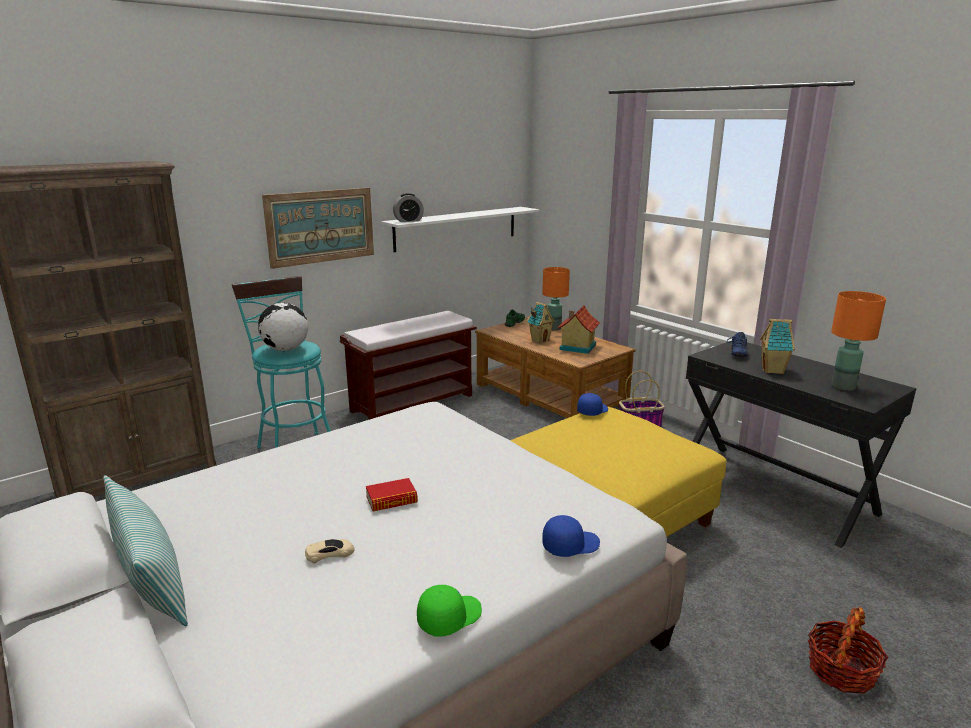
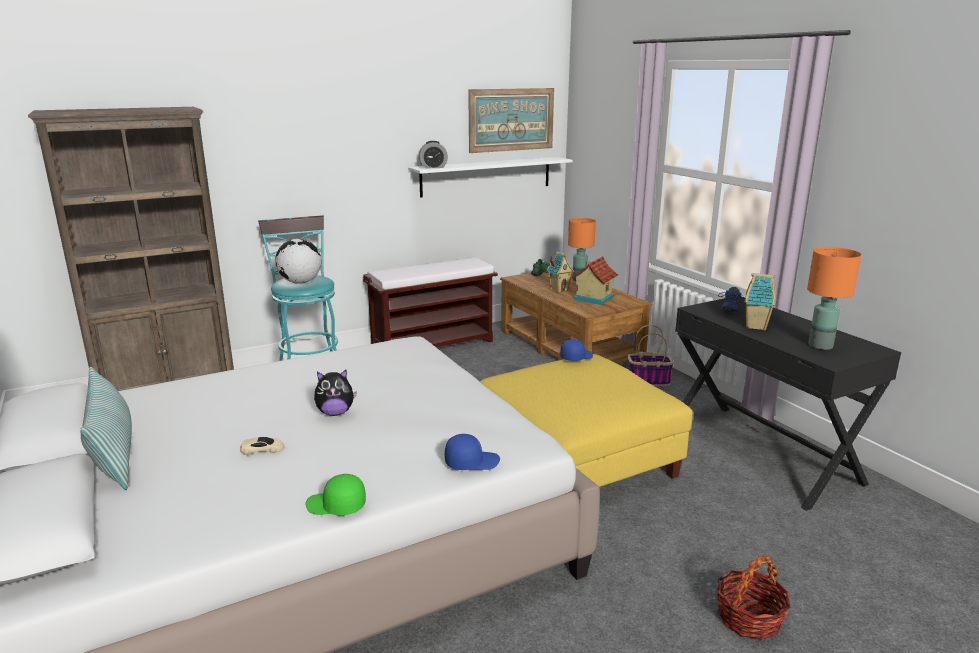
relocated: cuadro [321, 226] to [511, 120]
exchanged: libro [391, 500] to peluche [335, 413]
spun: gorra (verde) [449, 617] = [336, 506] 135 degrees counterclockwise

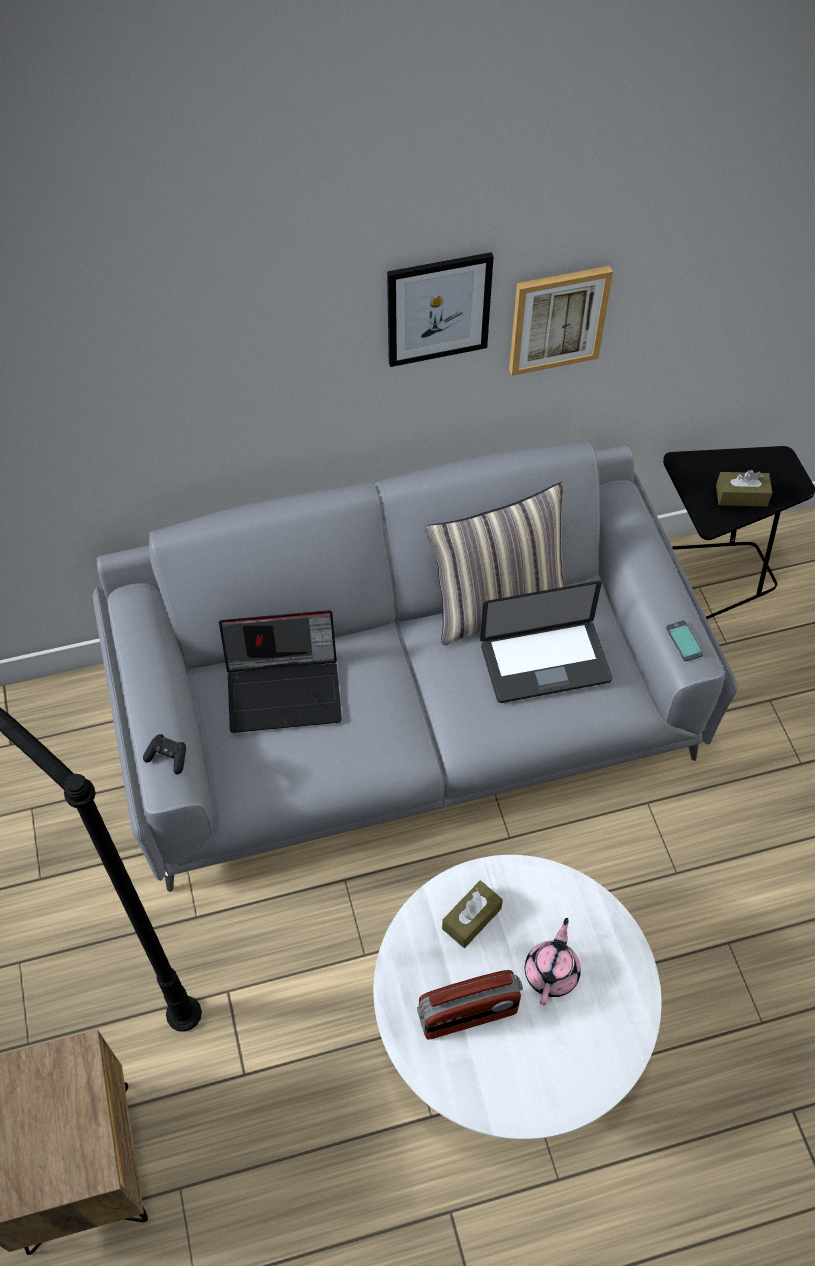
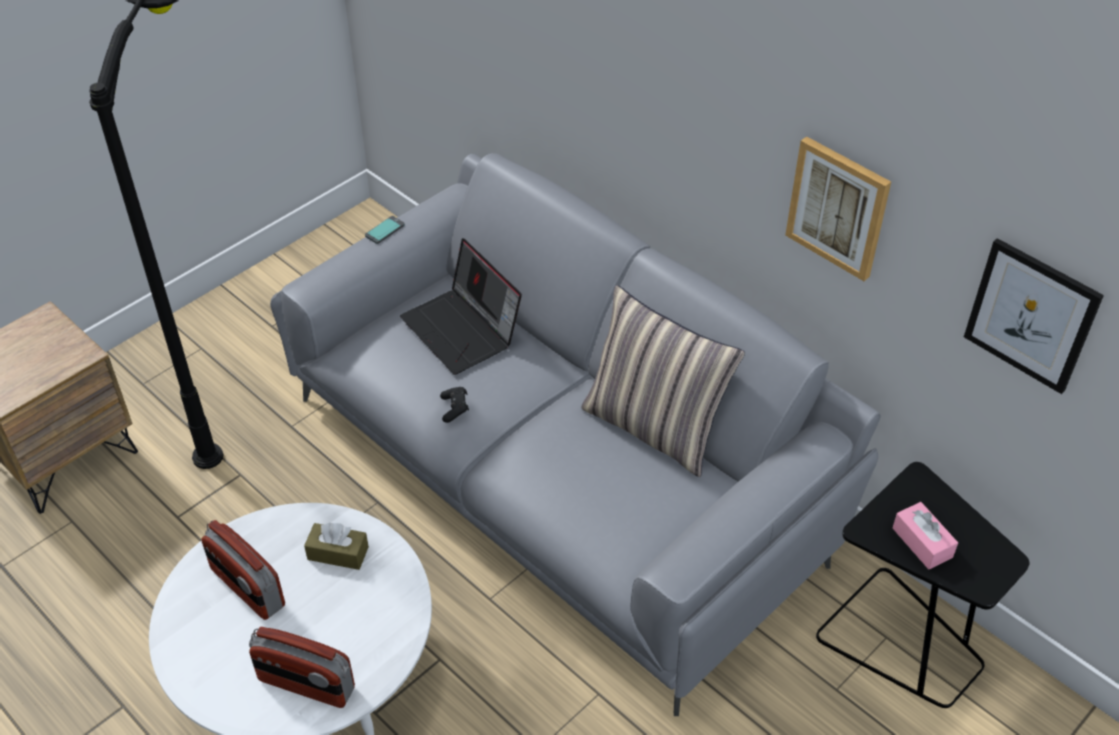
missing: portátil [545, 663]; tetera (rosa) [552, 971]
appeared: radio [306, 685]
relocated: mando de consola (negro) [168, 757] to [455, 408]; cuadro [438, 309] to [1031, 315]; móvil [683, 641] to [384, 230]
colour: caja de pañuelos (marrón) [741, 496] to caja de pañuelos (rosa) [922, 542]

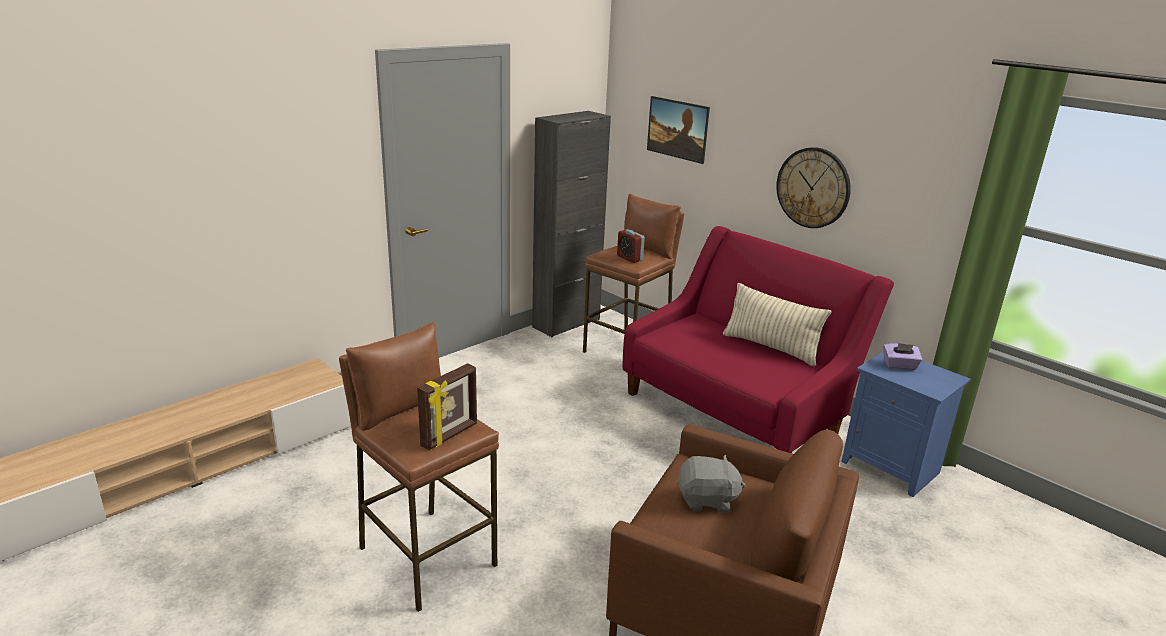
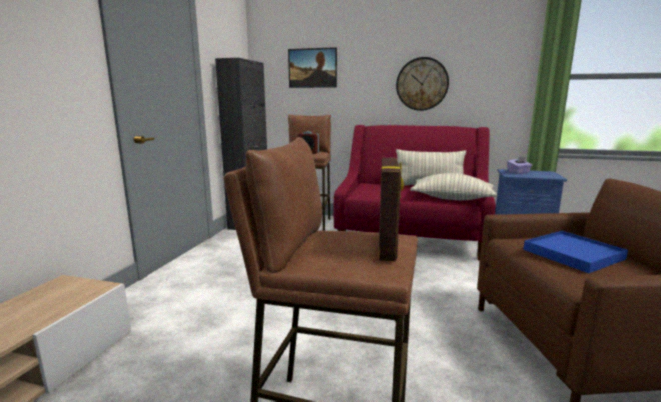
appeared: cojín [452, 199]
exchanged: peluche (gris) [707, 500] to bandeja (azul) [572, 254]

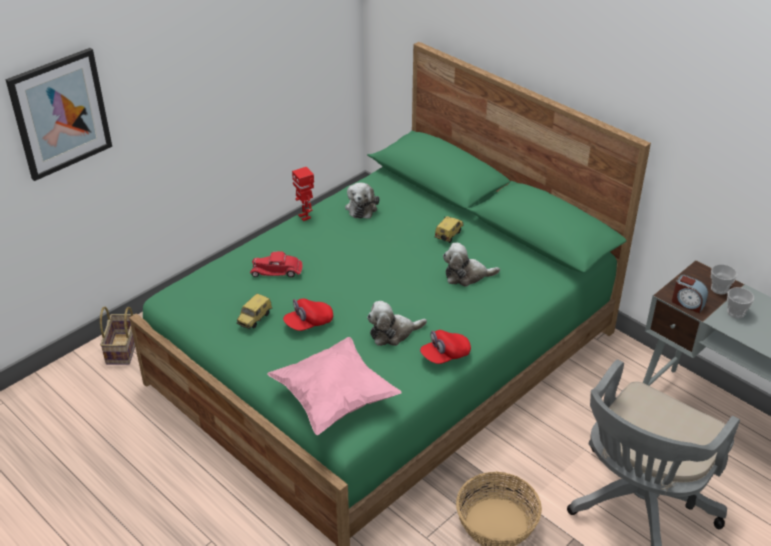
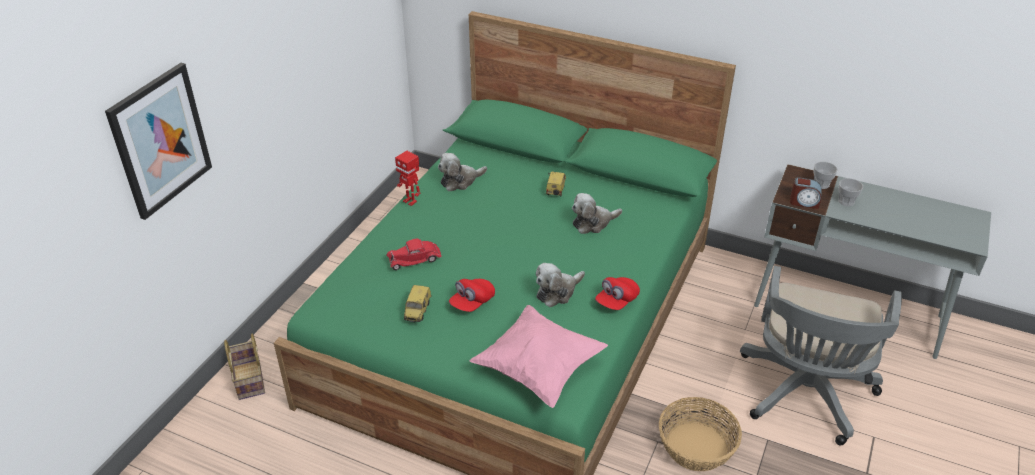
spun: peluche [361, 207] = [460, 181] 75 degrees clockwise

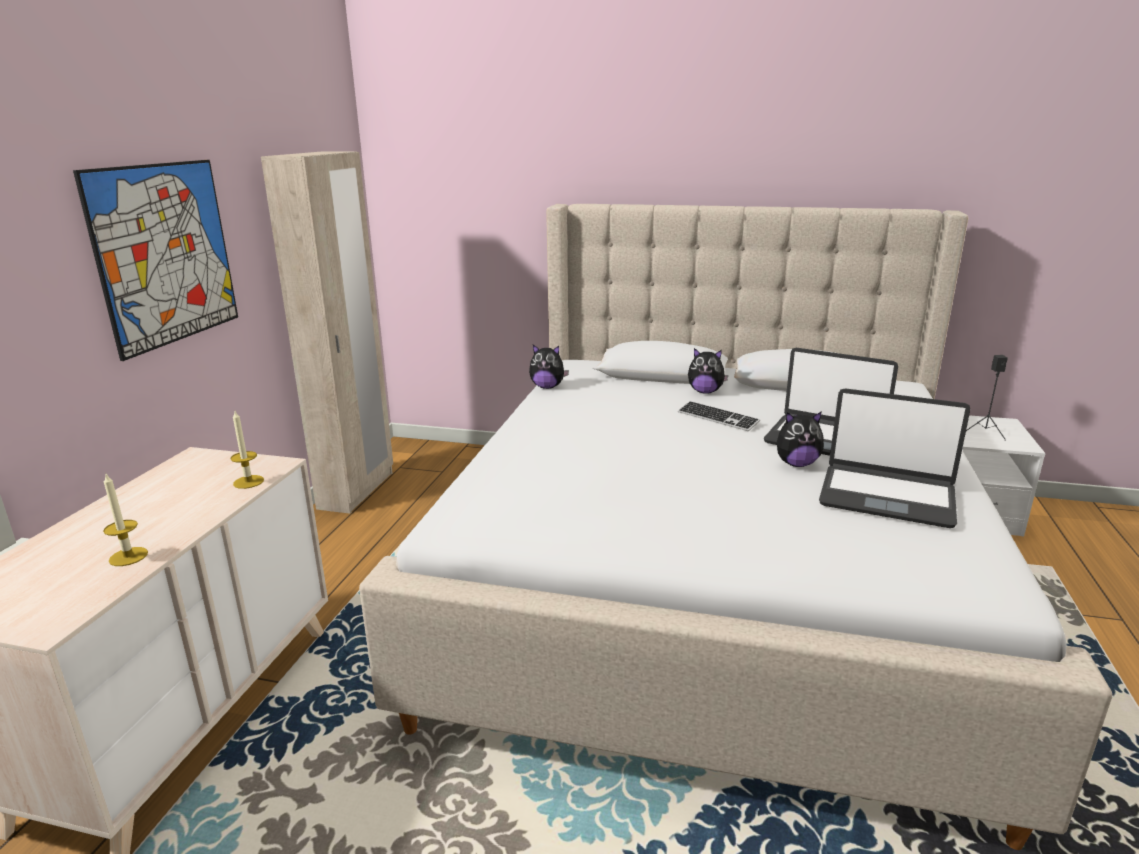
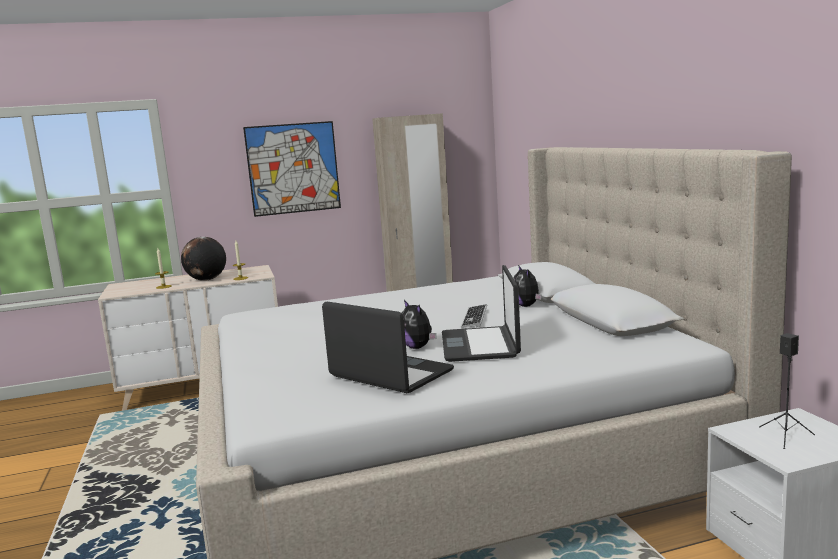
missing: peluche [547, 387]
appeared: globo terráqueo [206, 280]
spun: portátil [887, 496] = [390, 375] 135 degrees clockwise

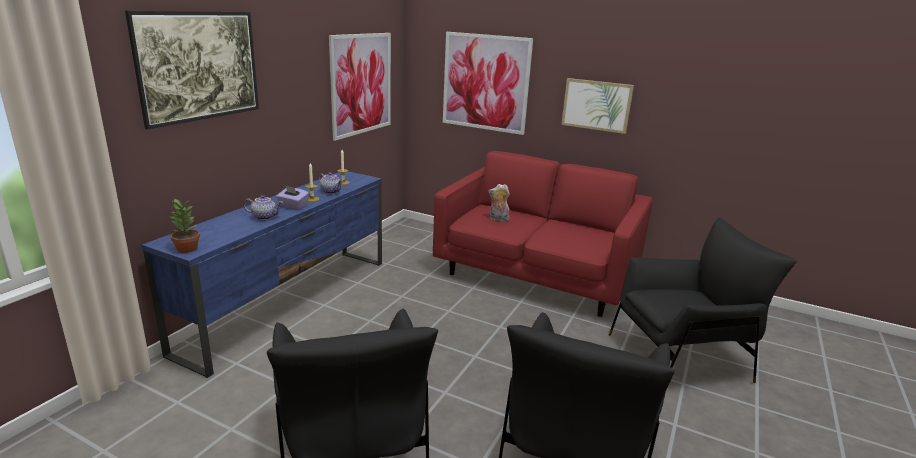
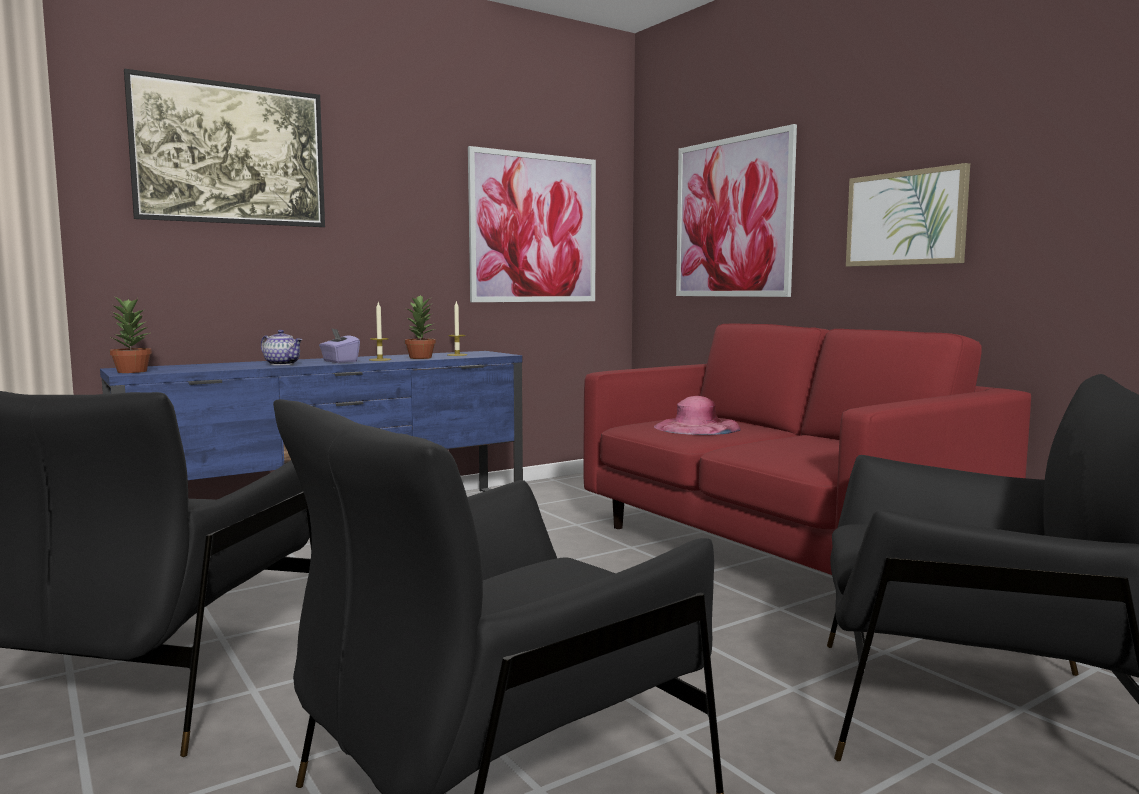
exchanged: tetera [331, 191] to planta en maceta [421, 358]; peluche [498, 219] to sombrero (rosa) [697, 427]

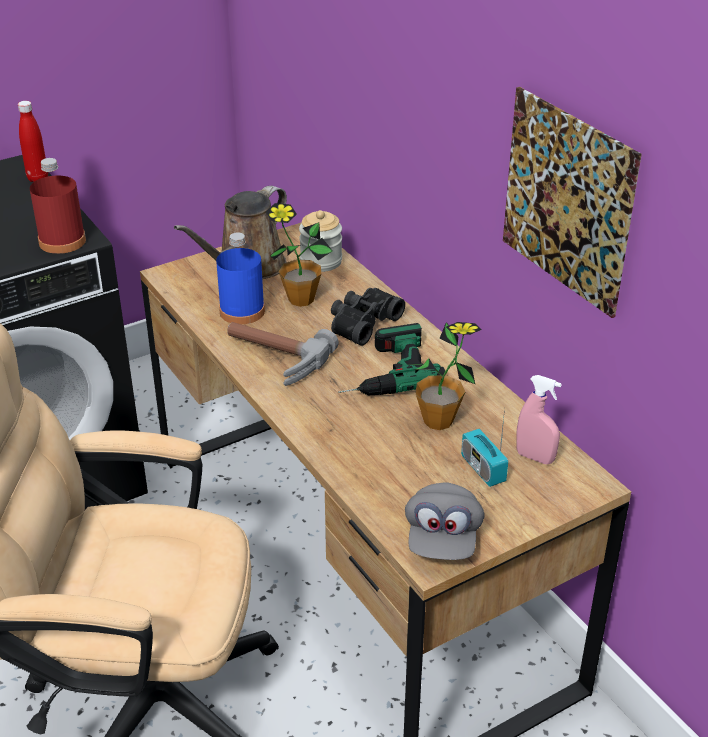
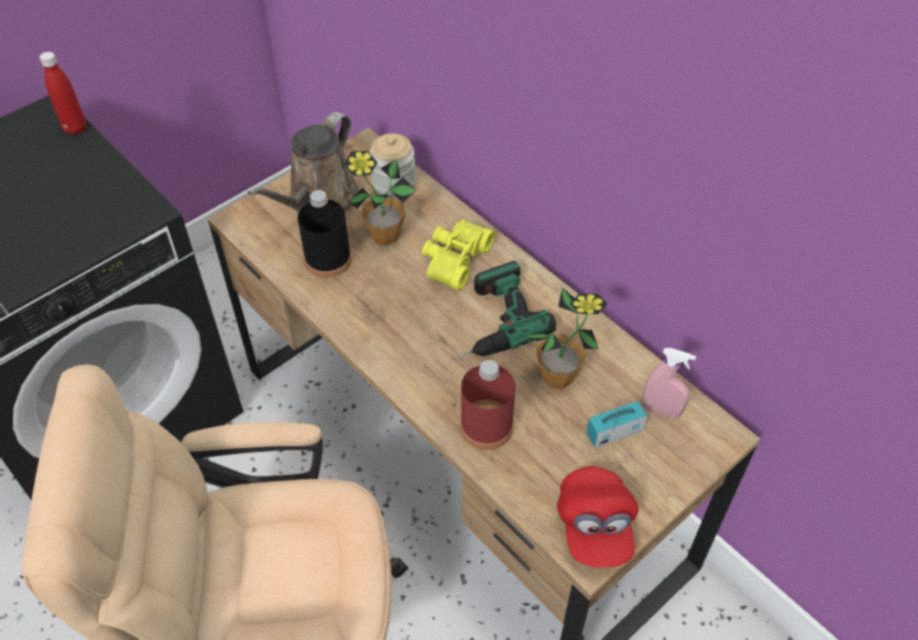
missing: martillo [272, 359]; cuadro [567, 201]
relocated: botella (rojo) [62, 241] to [486, 426]
colour: botella (azul) [242, 311] to botella (negro) [328, 260]; prismáticos (negro) [362, 323] to prismáticos (amarillo) [454, 259]; gorra (gris) [442, 538] to gorra (rojo) [594, 526]
spun: radio [483, 469] = [614, 432] 105 degrees clockwise

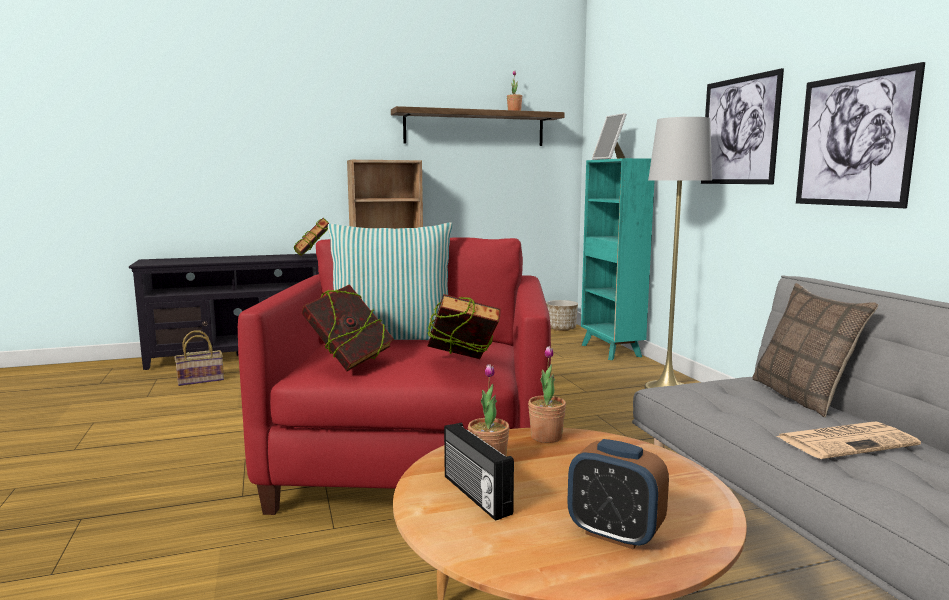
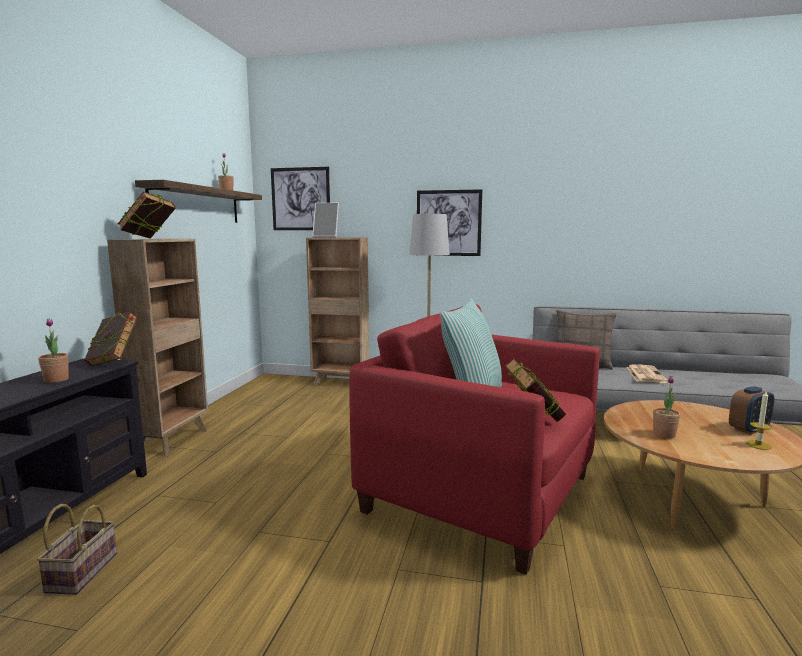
missing: radio [474, 495]; maceta [561, 329]
appeared: vela [758, 445]
relocated: libro [462, 365] to [149, 238]; planta en maceta [546, 437] to [56, 380]; cuadro [854, 140] to [300, 199]
colour: estantería (turquesa) [611, 351] to estantería (marrón) [341, 383]

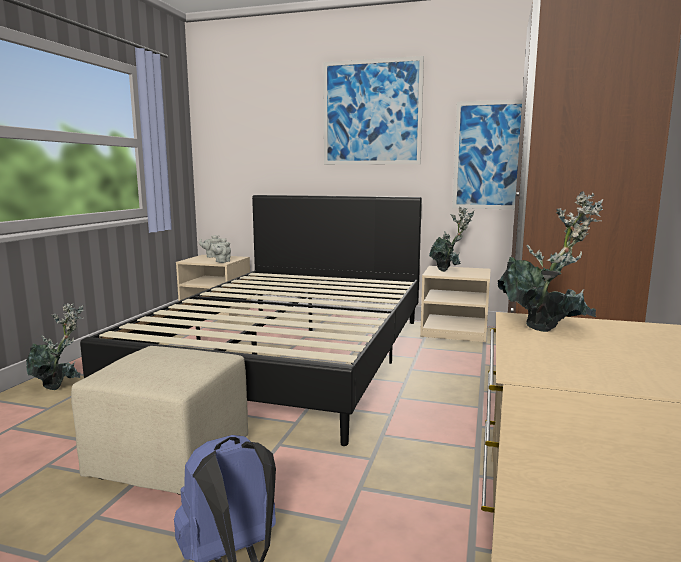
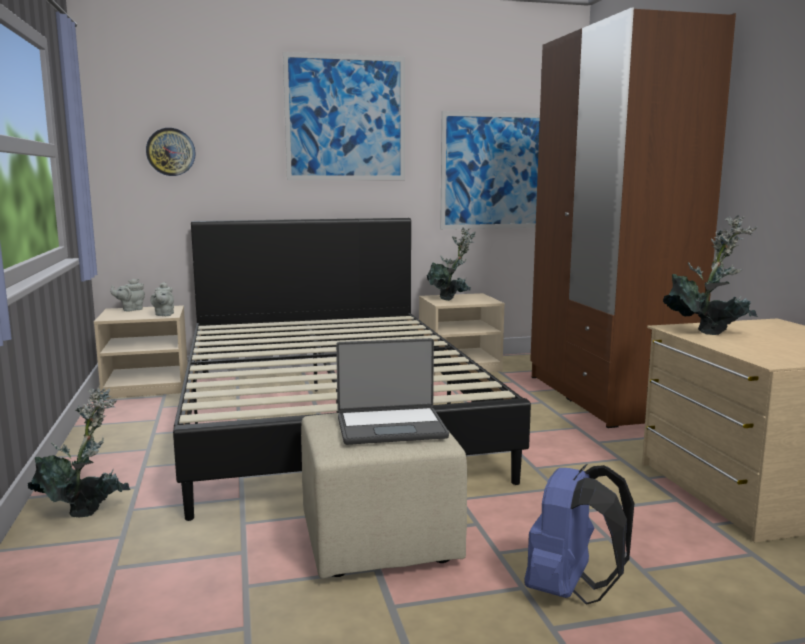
appeared: reloj de pared [171, 152]; portátil [391, 427]

